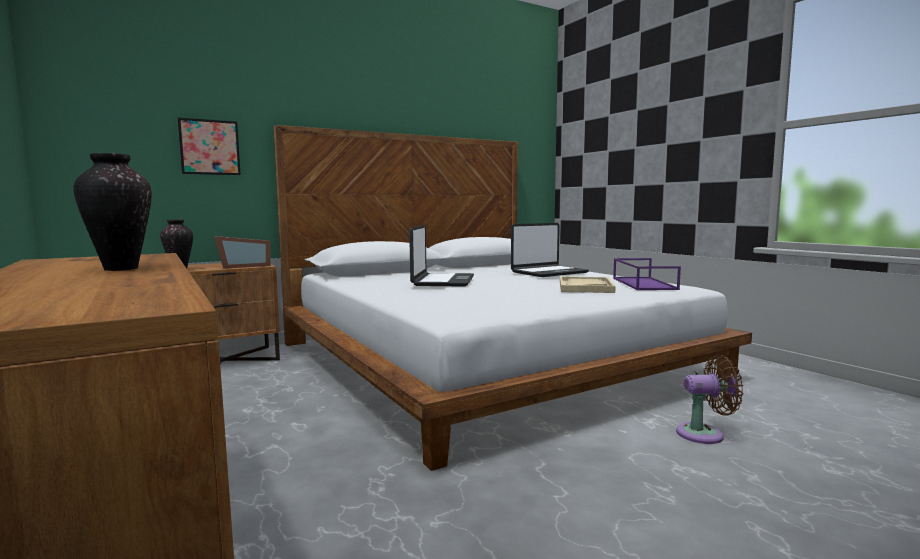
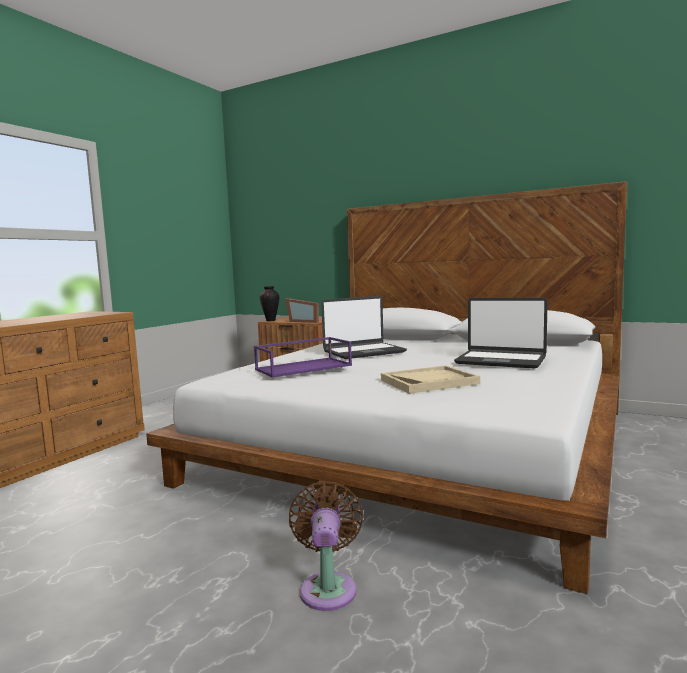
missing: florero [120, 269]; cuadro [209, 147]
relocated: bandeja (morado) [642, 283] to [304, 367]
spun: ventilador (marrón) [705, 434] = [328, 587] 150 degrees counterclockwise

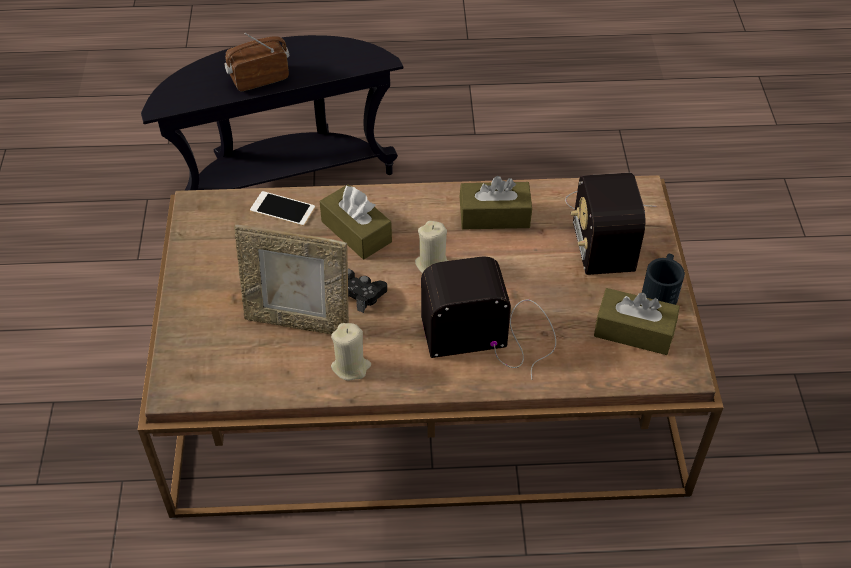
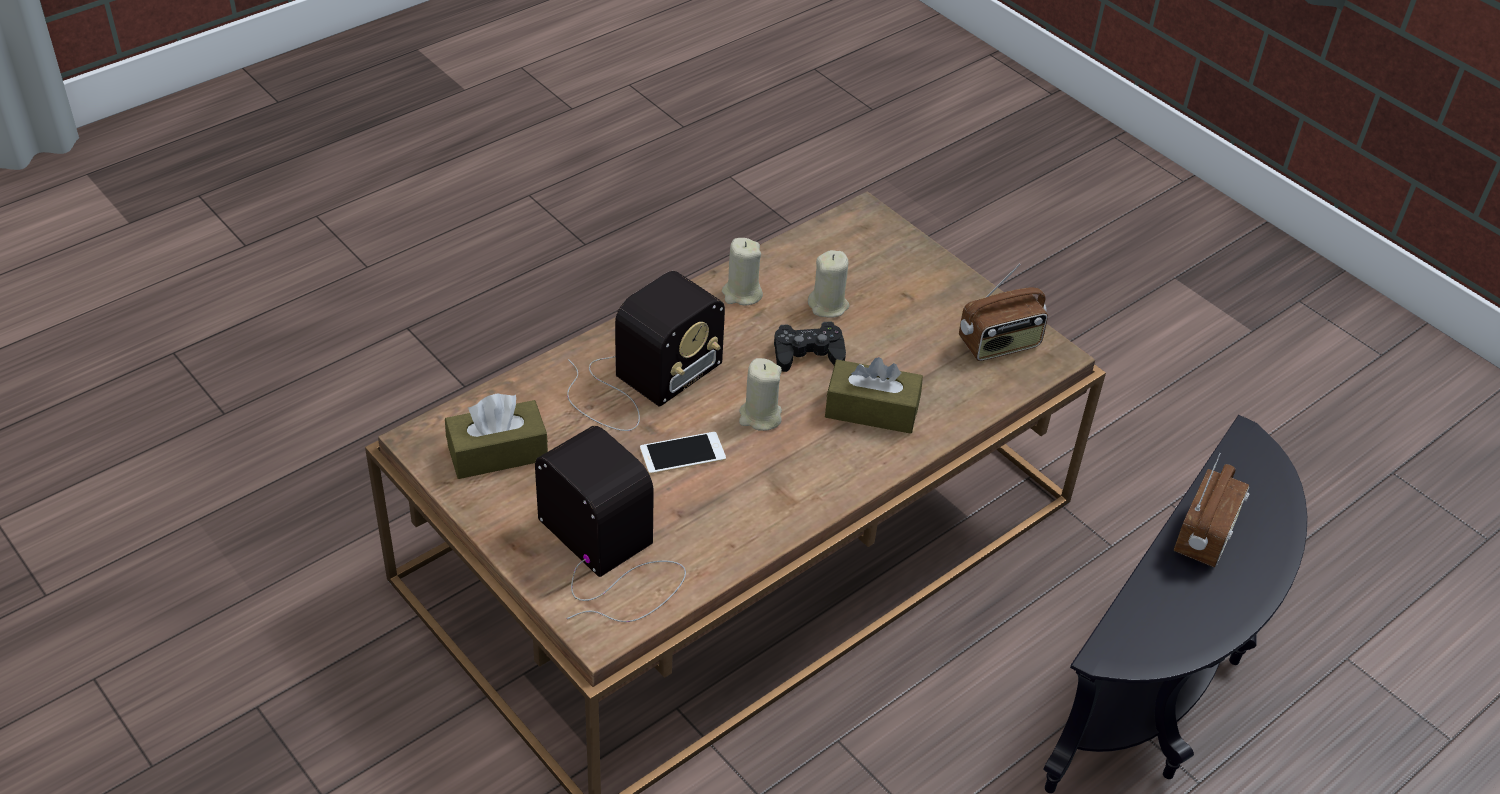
missing: caja de pañuelos (marrón) [494, 216]; taza grande (negro) [661, 291]
appeared: radio [999, 345]
relocated: móvil [282, 209] to [682, 453]
exchanged: portarretratos [299, 321] to vela (beis) [828, 305]

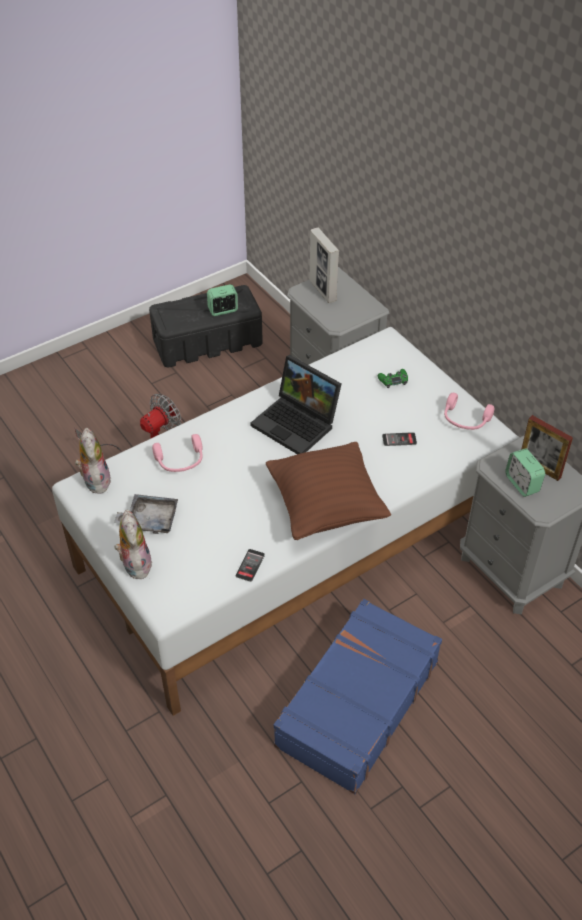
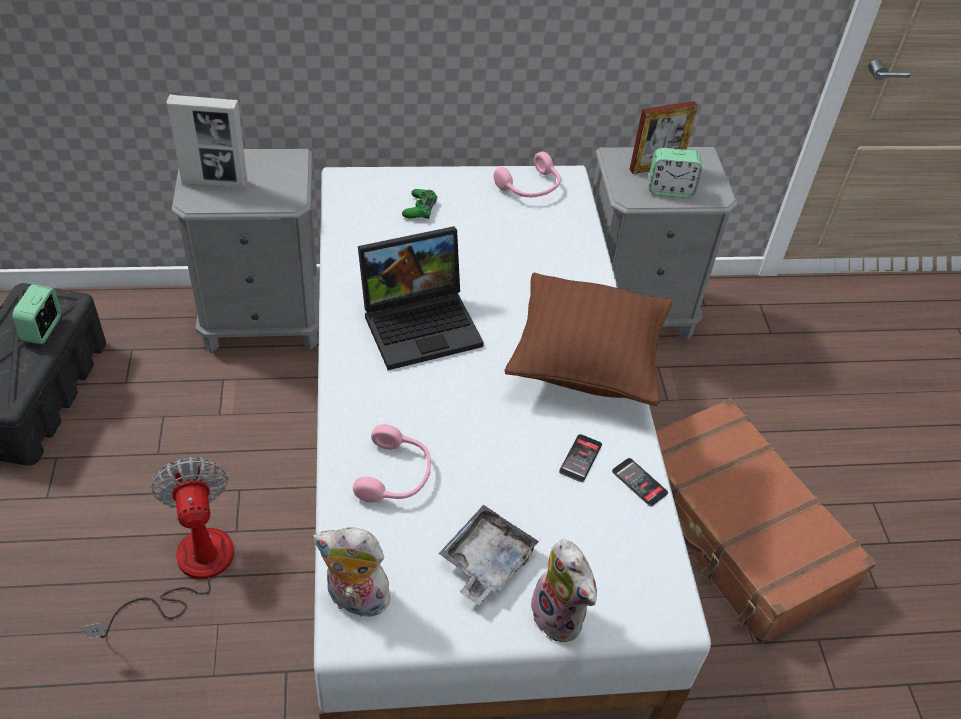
relocated: móvil [399, 439] to [580, 458]
colour: maleta (azul) [356, 703] to maleta (marrón) [735, 531]
spun: peluche [135, 564] = [561, 616] 135 degrees counterclockwise

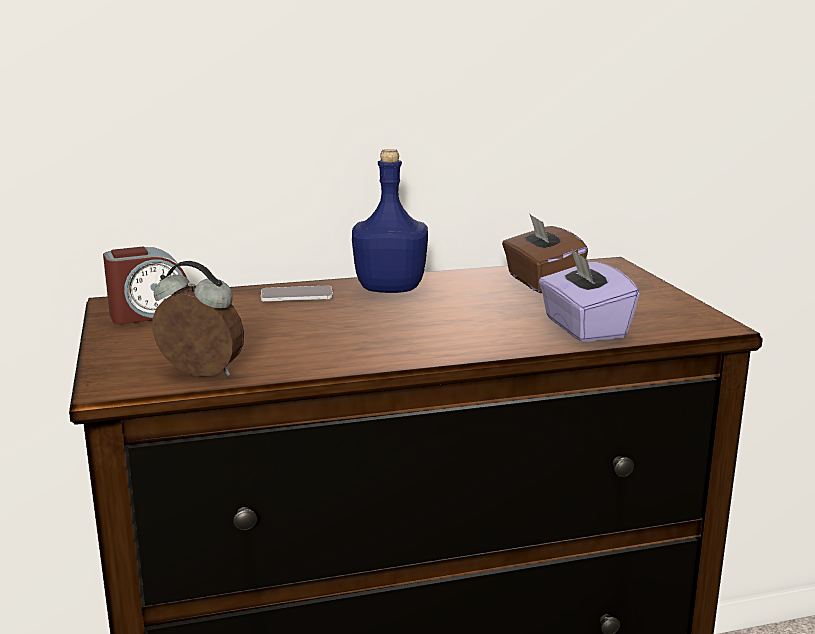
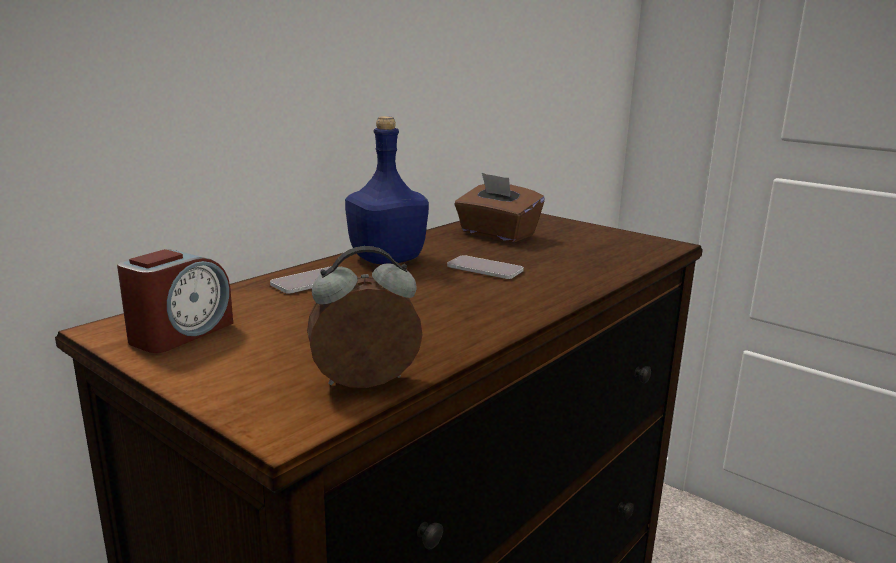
missing: caja de pañuelos (morado) [583, 328]
appeared: móvil [485, 269]

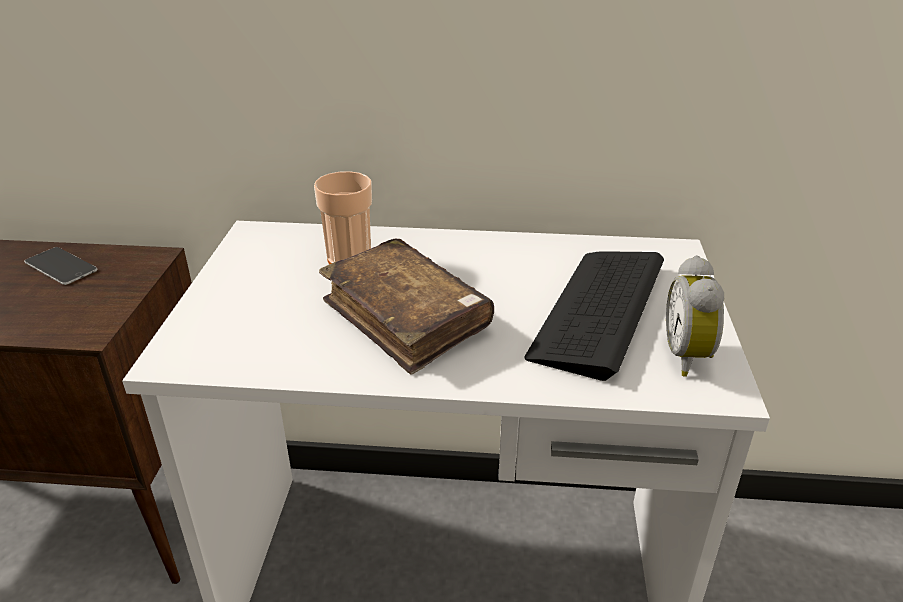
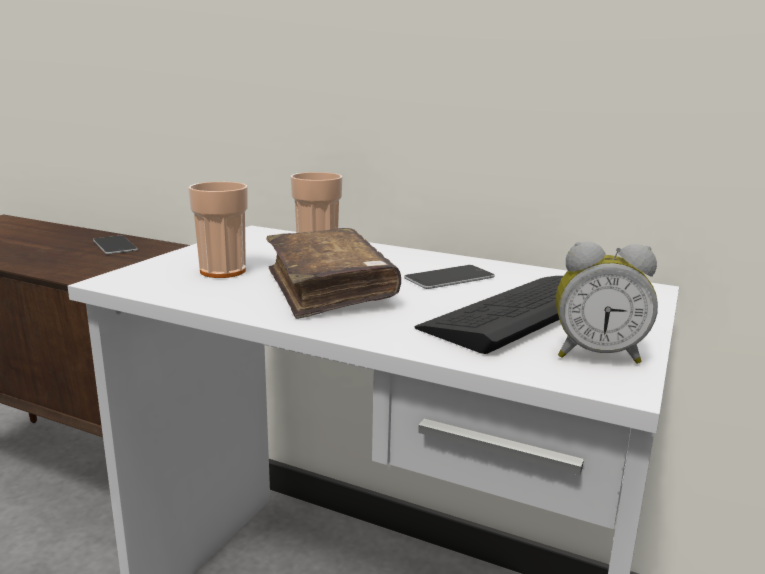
appeared: taza [223, 271]; móvil [449, 277]
spun: despertador [689, 357] = [596, 354] 105 degrees counterclockwise

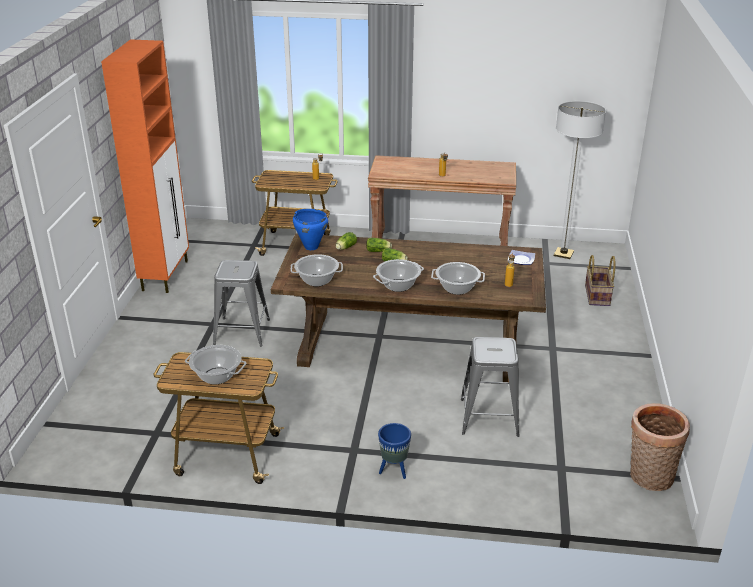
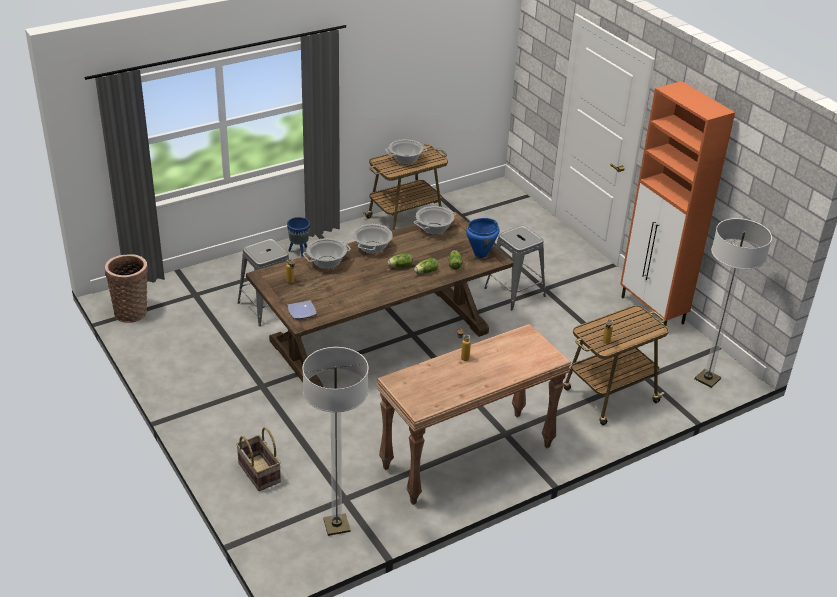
appeared: lámpara de pie [707, 379]

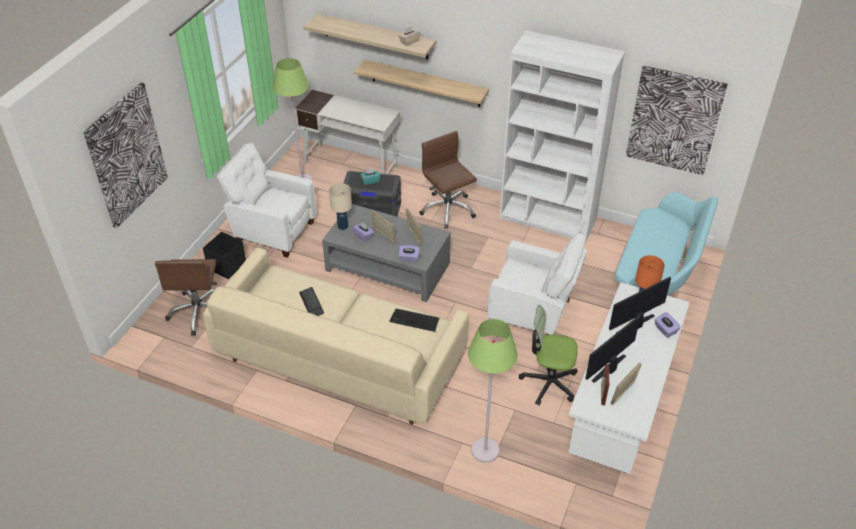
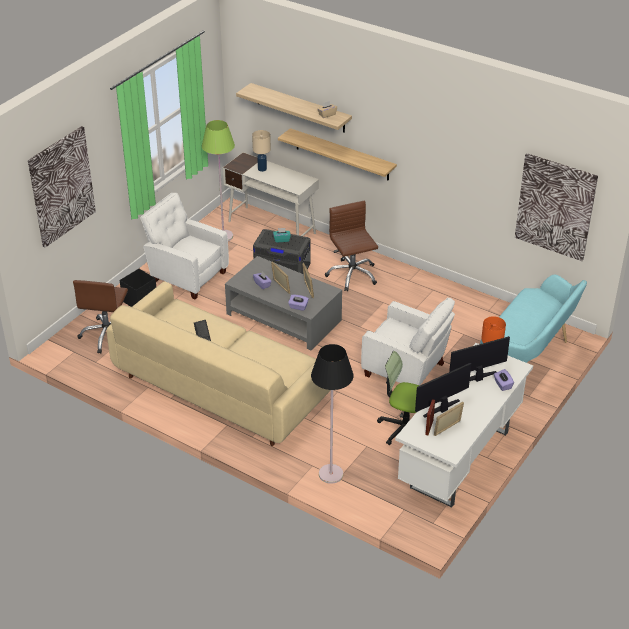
missing: teclado [414, 320]; estantería (blanco) [548, 219]
relocated: lámpara de mesa (beis) [343, 226] to [262, 169]
colour: lámpara de pie (verde) [485, 451] to lámpara de pie (negro) [330, 474]

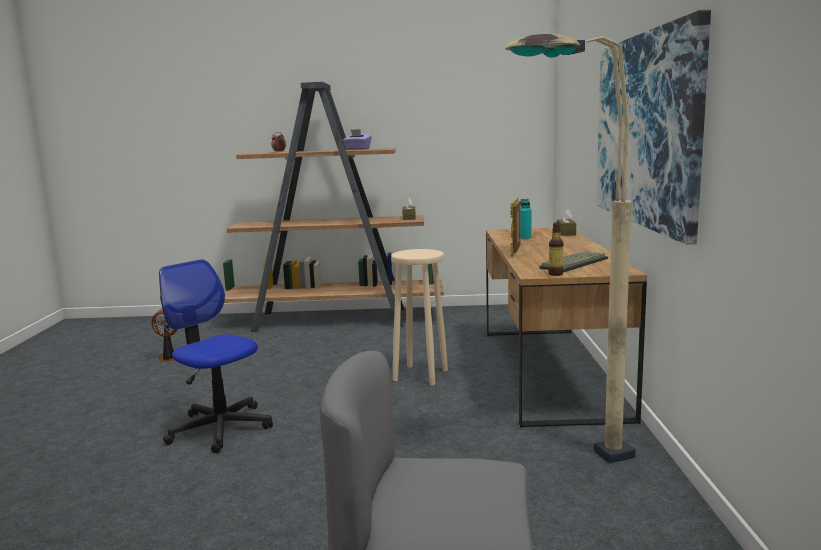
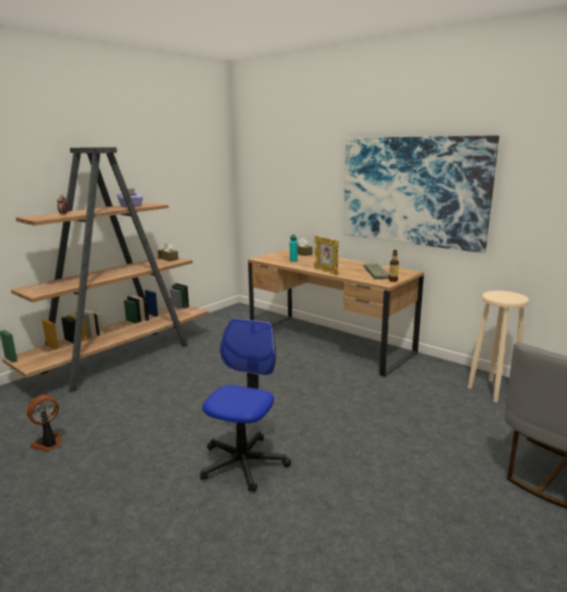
missing: lámpara de pie (beis) [560, 465]
relocated: taburete (beis) [421, 375] to [492, 390]
spun: silla de oficina [220, 428] = [243, 463] 120 degrees clockwise

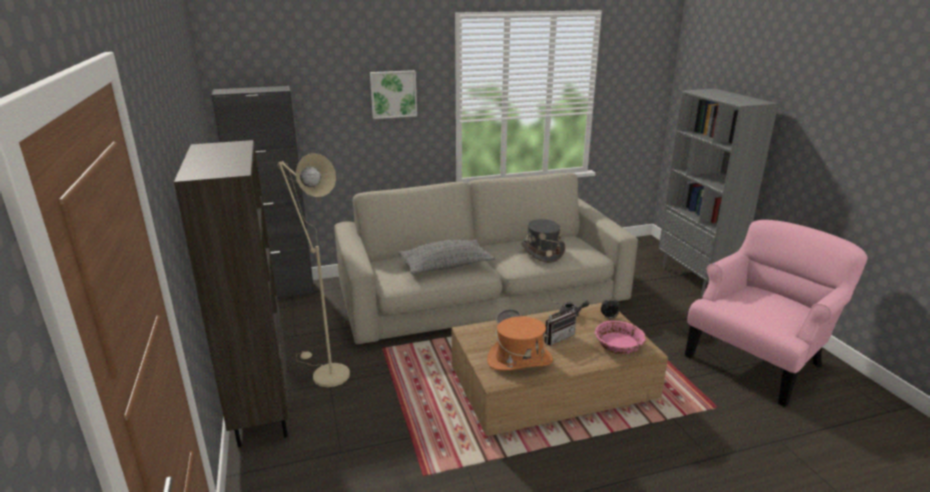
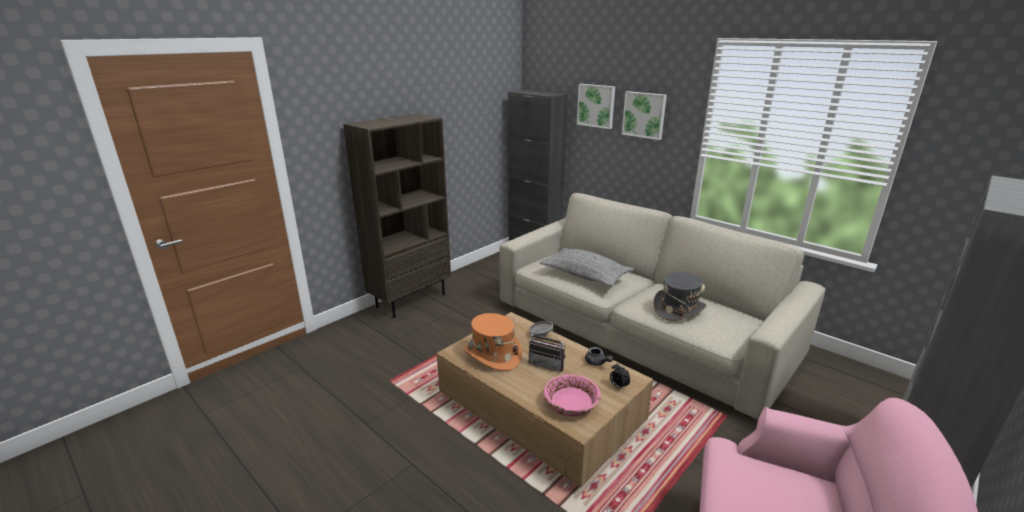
missing: lámpara de pie (beis) [326, 373]
appeared: cuadro [596, 105]

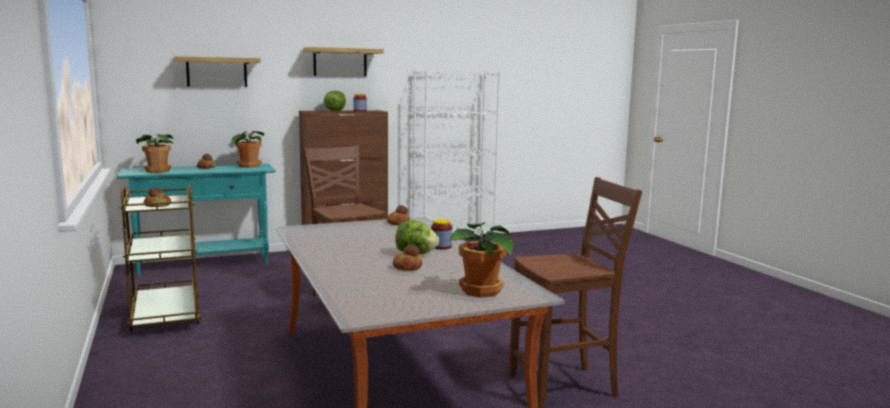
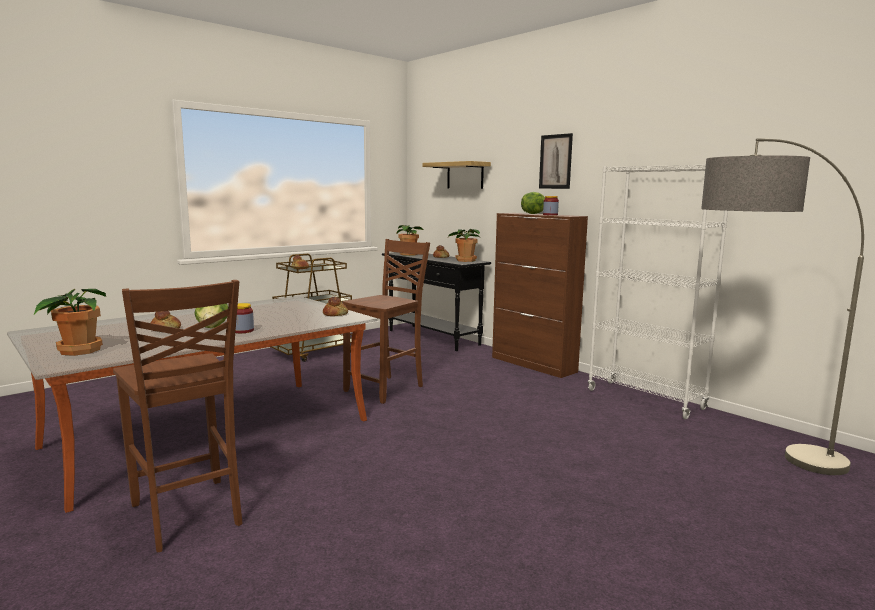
appeared: lámpara de pie [752, 463]
exchanged: estante [340, 62] to cuadro [555, 161]
colour: mesa consola (turquesa) [204, 264] to mesa consola (negro) [433, 337]

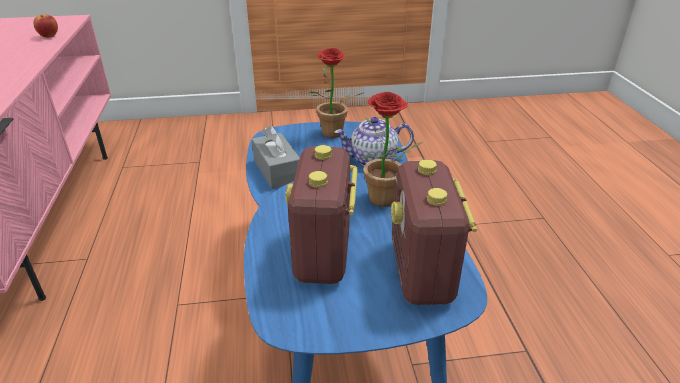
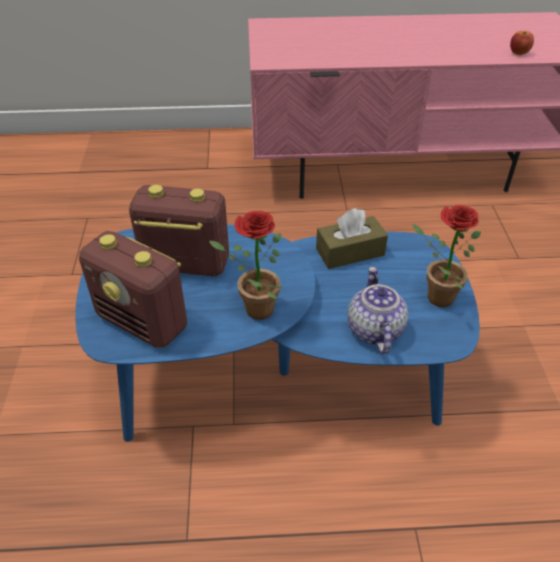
colour: caja de pañuelos (gris) [277, 170] to caja de pañuelos (marrón) [350, 252]
spun: radio [422, 273] = [143, 322] 150 degrees counterclockwise

